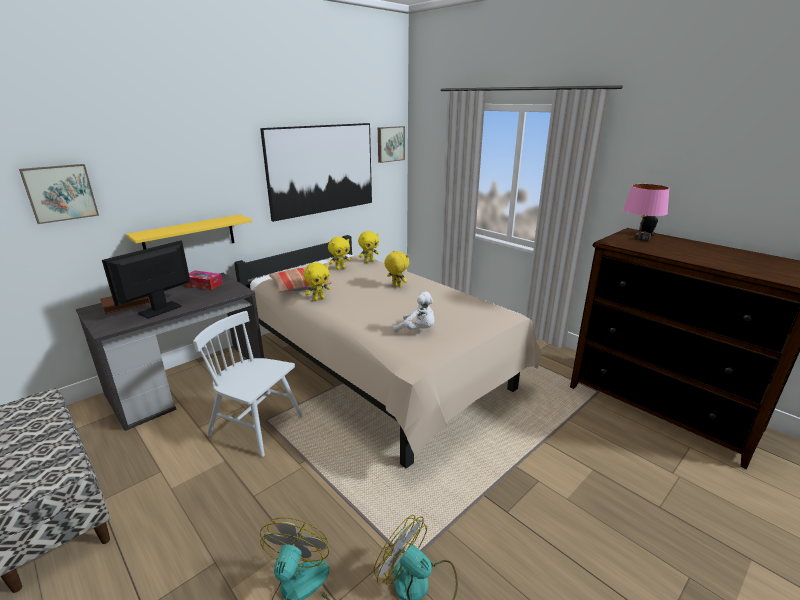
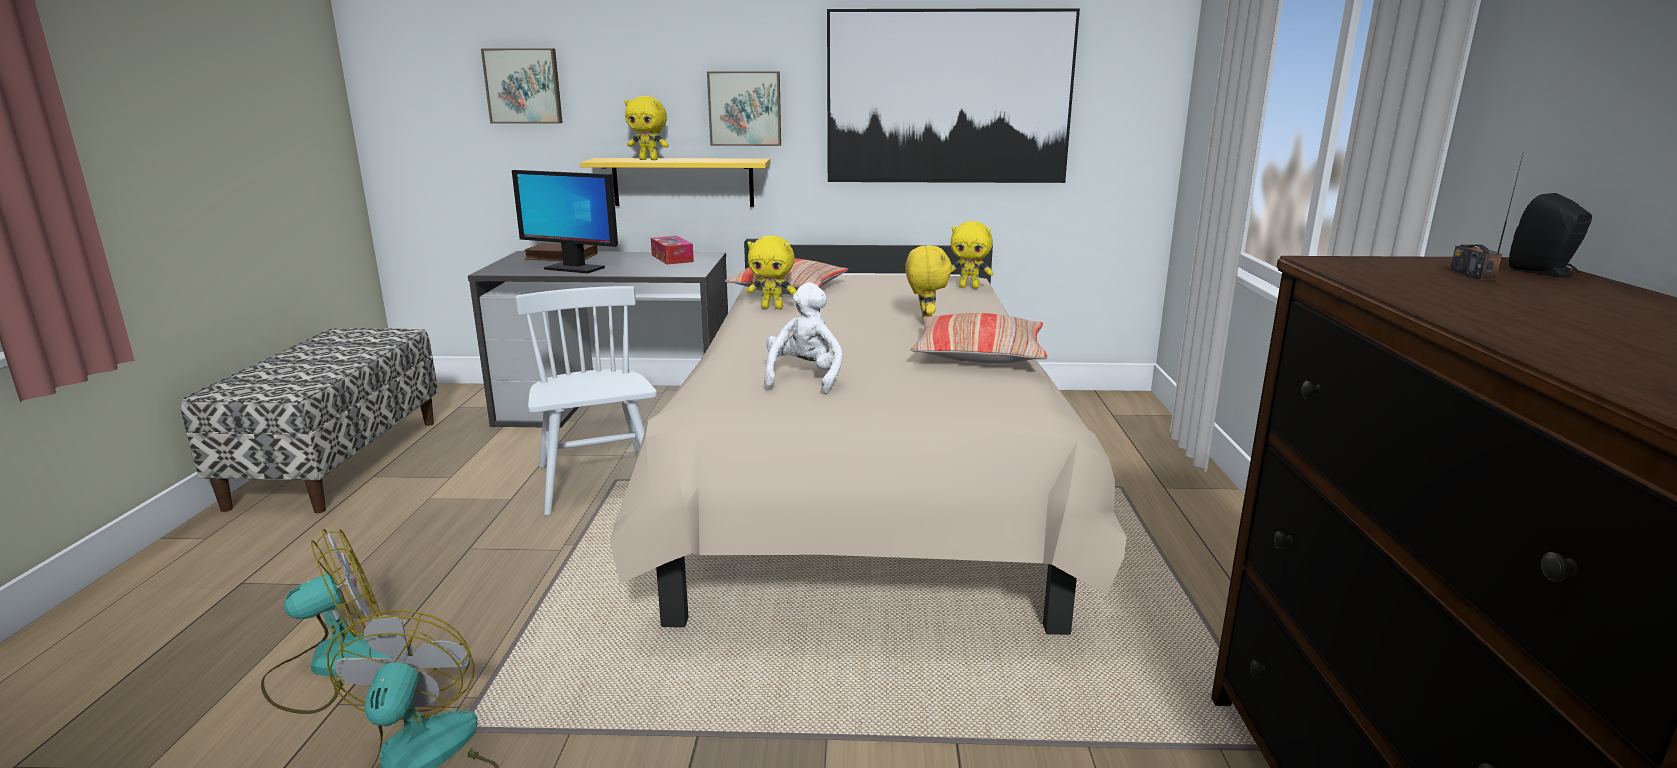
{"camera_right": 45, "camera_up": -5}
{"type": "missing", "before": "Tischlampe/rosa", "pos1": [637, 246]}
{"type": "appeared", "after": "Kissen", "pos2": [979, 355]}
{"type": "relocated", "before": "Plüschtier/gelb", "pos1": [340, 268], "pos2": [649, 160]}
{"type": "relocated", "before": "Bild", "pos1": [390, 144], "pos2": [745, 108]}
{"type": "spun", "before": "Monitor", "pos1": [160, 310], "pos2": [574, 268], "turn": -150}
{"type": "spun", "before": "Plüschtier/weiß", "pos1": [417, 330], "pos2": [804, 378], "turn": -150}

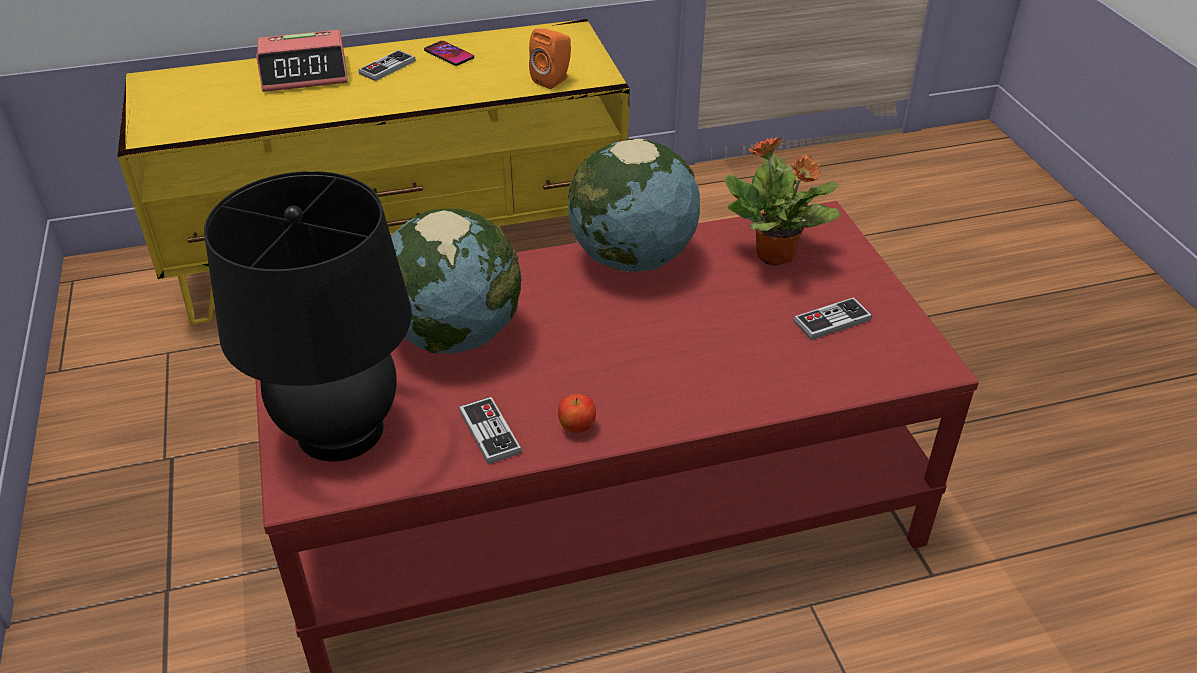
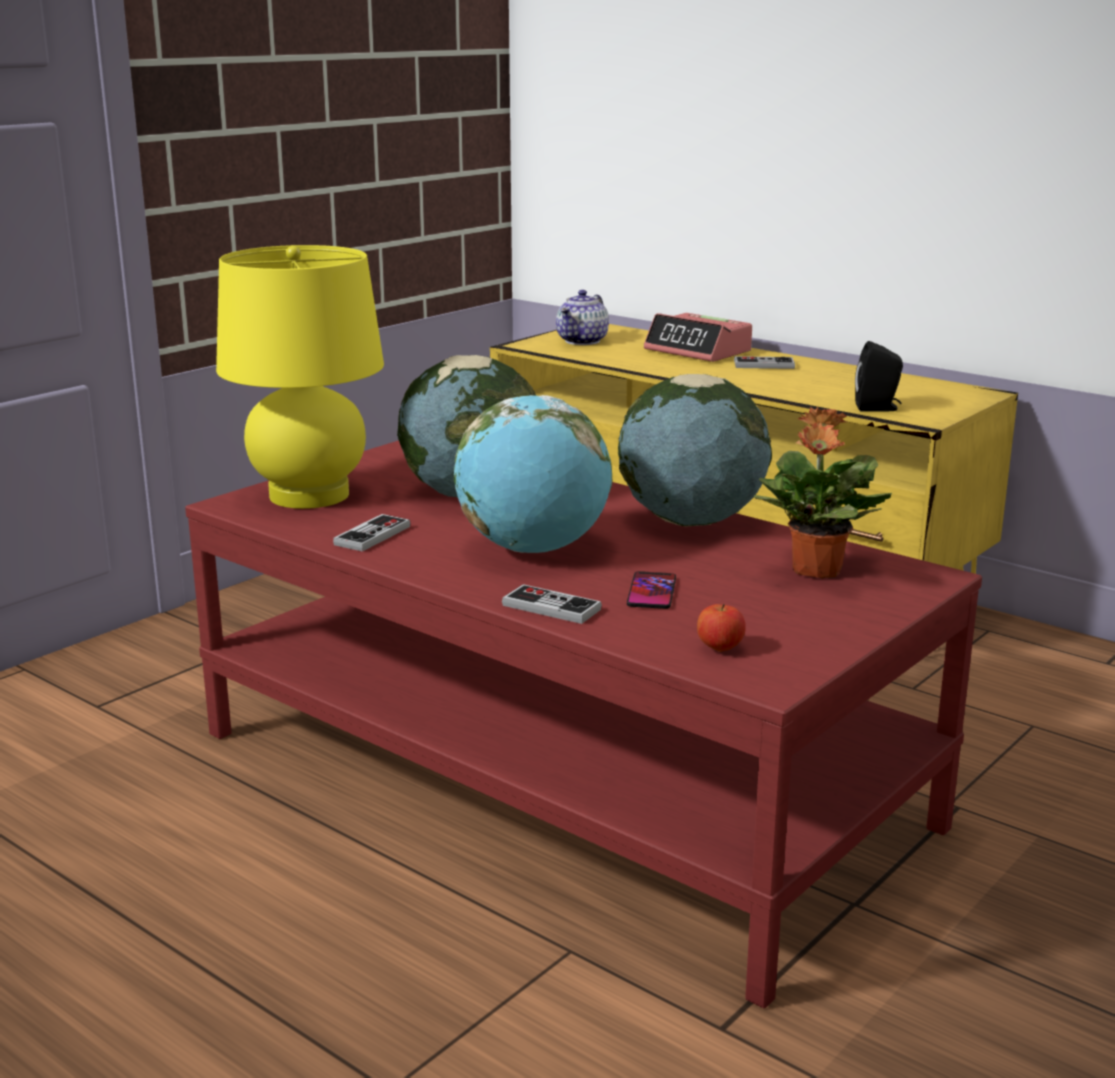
{"camera_right": 55, "camera_up": -20}
{"type": "appeared", "after": "Globus", "pos2": [534, 549]}
{"type": "appeared", "after": "Teekanne", "pos2": [583, 341]}
{"type": "relocated", "before": "Handy", "pos1": [449, 54], "pos2": [651, 592]}
{"type": "relocated", "before": "Apfel", "pos1": [576, 427], "pos2": [720, 648]}
{"type": "relocated", "before": "Gamepad", "pos1": [832, 321], "pos2": [551, 607]}
{"type": "colour", "before": "Tischlampe/schwarz", "after": "Tischlampe/gelb", "pos1": [340, 430], "pos2": [309, 495]}
{"type": "colour", "before": "Lautsprecher/orange", "after": "Lautsprecher/schwarz", "pos1": [553, 80], "pos2": [878, 408]}

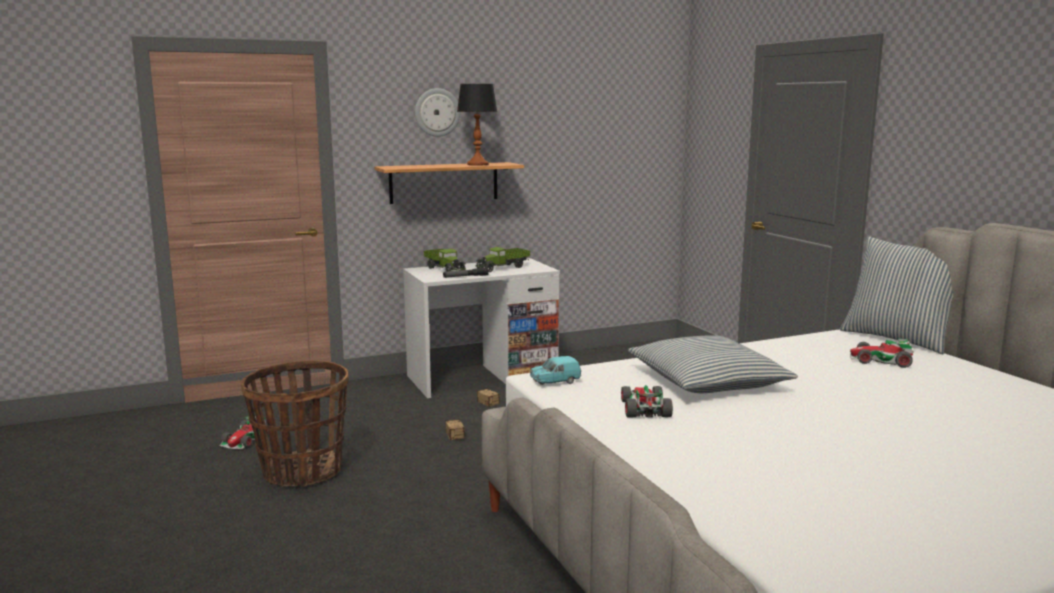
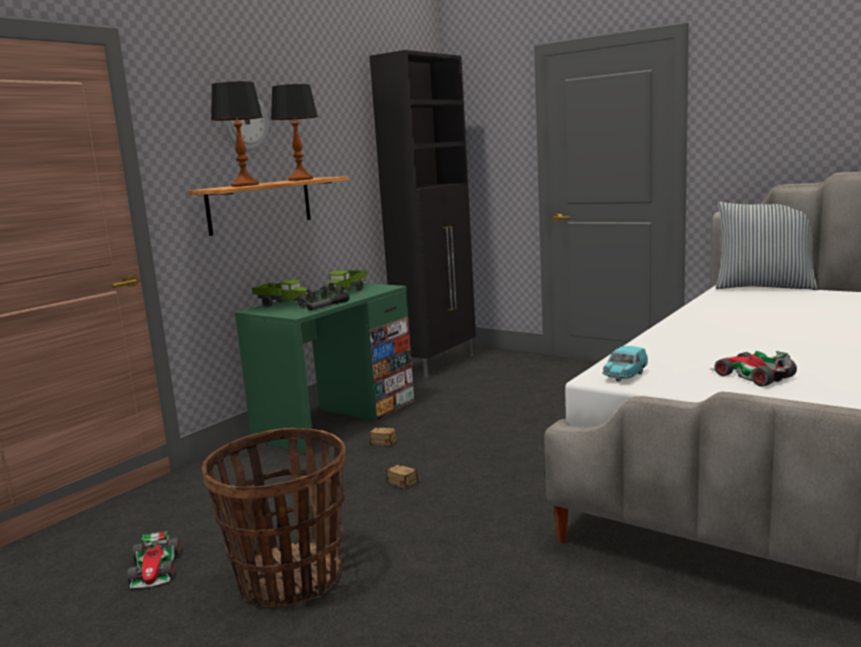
{"camera_right": -30, "camera_up": 0}
{"type": "missing", "before": "Kissen", "pos1": [707, 381]}
{"type": "missing", "before": "Spielzeugauto", "pos1": [880, 360]}
{"type": "appeared", "after": "Tischlampe", "pos2": [245, 185]}
{"type": "appeared", "after": "Schrank/schwarz", "pos2": [438, 364]}
{"type": "colour", "before": "Schreibtisch/weiß", "after": "Schreibtisch/grün", "pos1": [482, 377], "pos2": [336, 420]}

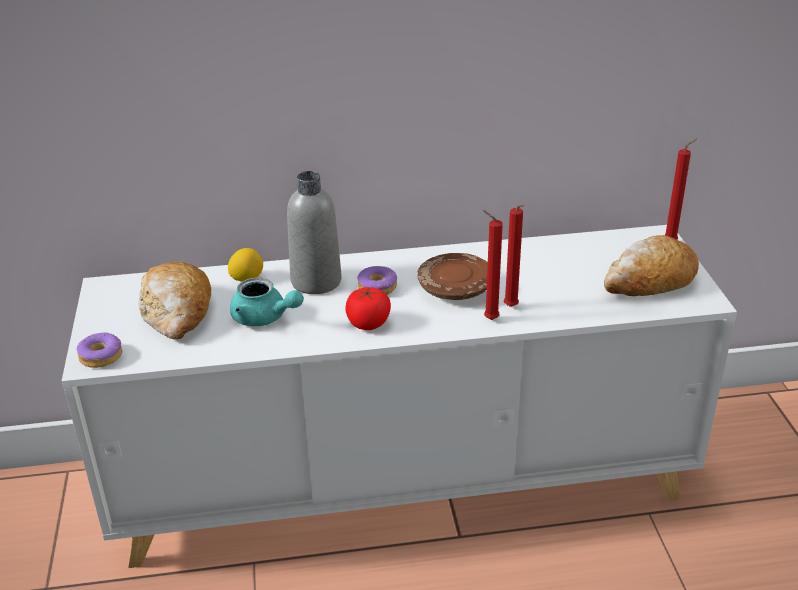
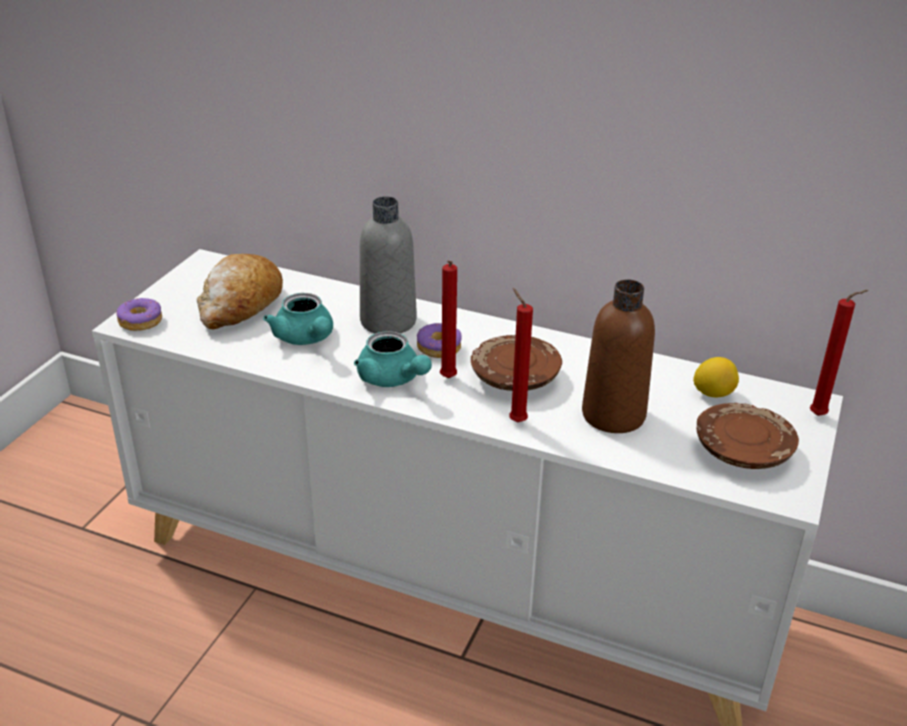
{"camera_right": 30, "camera_up": 0}
{"type": "appeared", "after": "Flasche/braun", "pos2": [613, 415]}
{"type": "relocated", "before": "Zitrone", "pos1": [247, 278], "pos2": [713, 393]}
{"type": "relocated", "before": "Kerze/rot", "pos1": [512, 308], "pos2": [447, 380]}
{"type": "exchanged", "before": "Tomate", "after": "Teekanne/türkis", "pos1": [368, 323], "pos2": [392, 379]}
{"type": "exchanged", "before": "Brot", "after": "Teller/braun", "pos1": [649, 282], "pos2": [742, 450]}

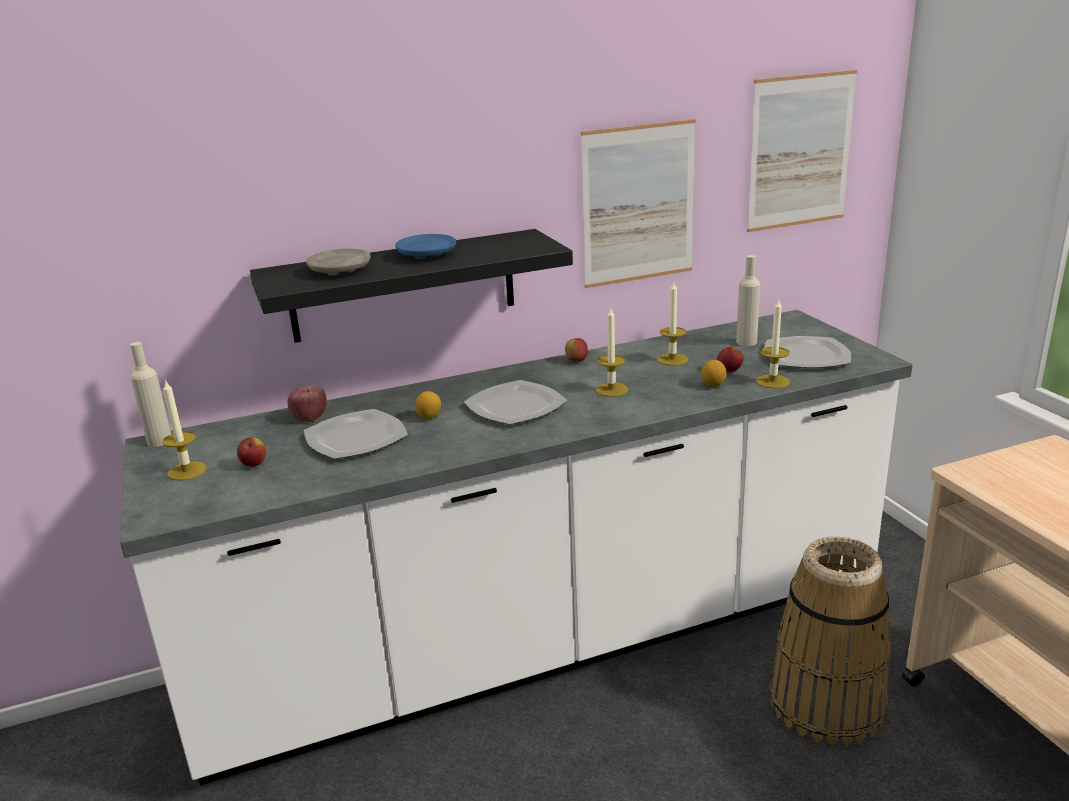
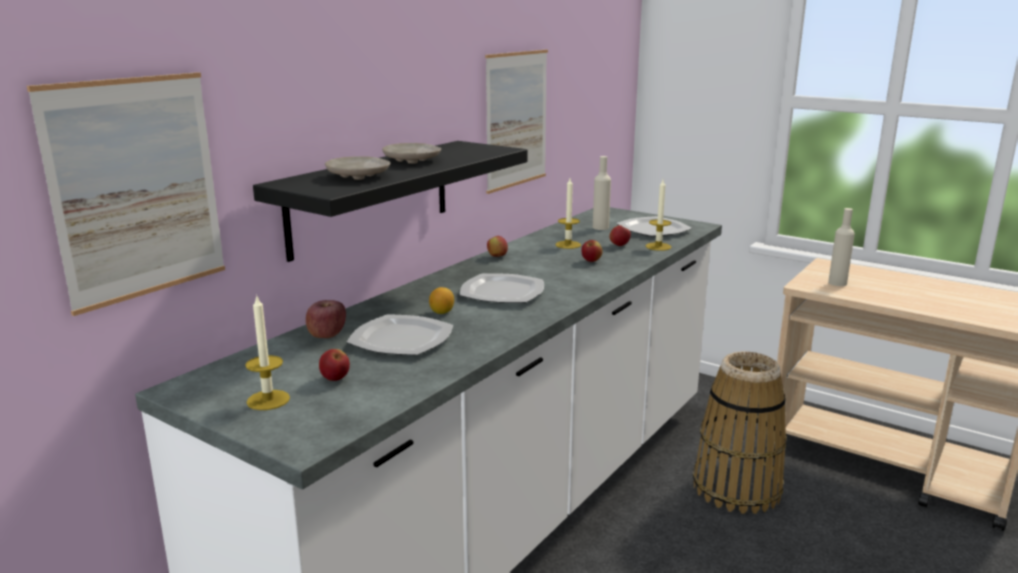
{"camera_right": -35, "camera_up": -5}
{"type": "missing", "before": "Kerze", "pos1": [611, 389]}
{"type": "missing", "before": "Zitrone", "pos1": [713, 385]}
{"type": "appeared", "after": "Apfel", "pos2": [591, 261]}
{"type": "relocated", "before": "Flasche/beige", "pos1": [159, 441], "pos2": [837, 283]}
{"type": "relocated", "before": "Bild", "pos1": [800, 151], "pos2": [137, 189]}
{"type": "colour", "before": "Teller/blau", "after": "Teller/beige", "pos1": [427, 255], "pos2": [412, 161]}

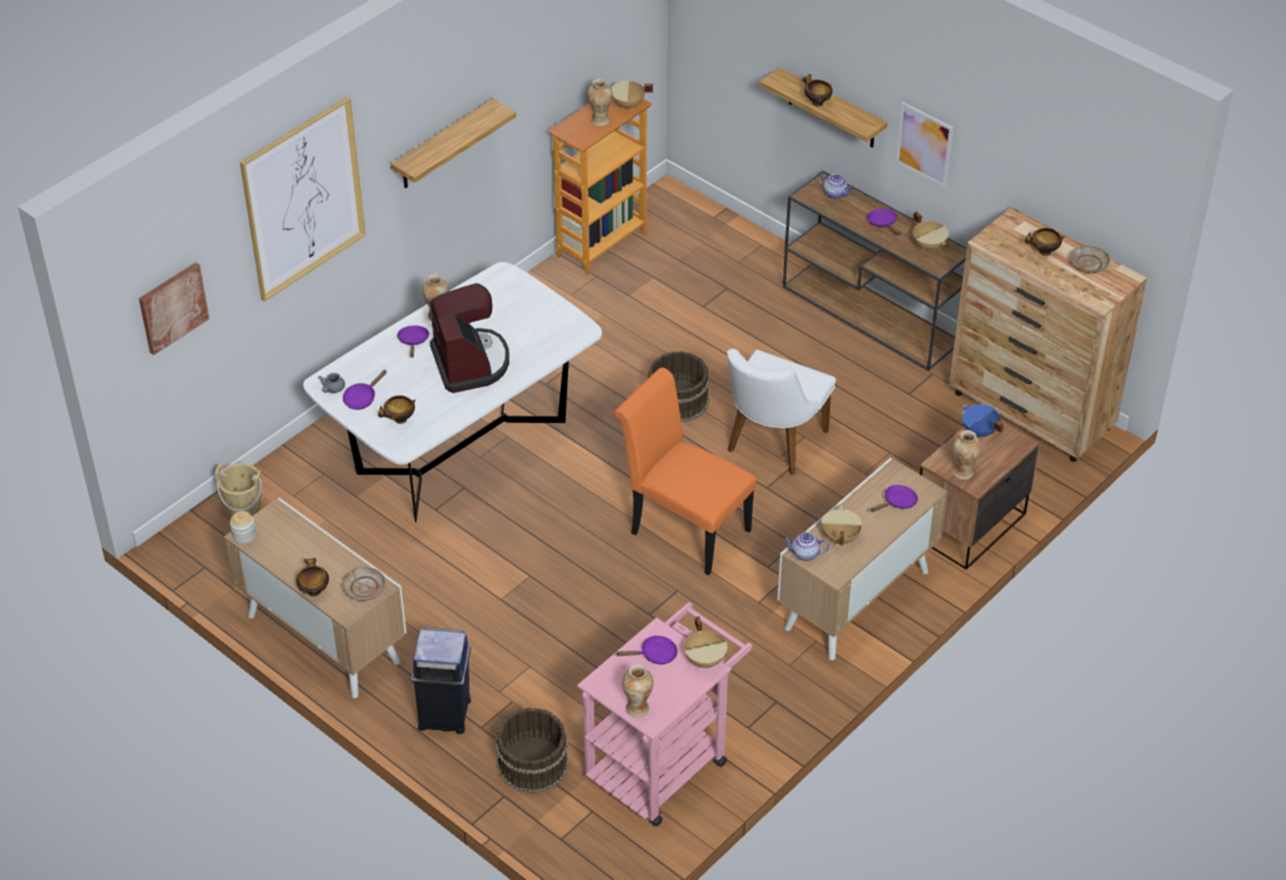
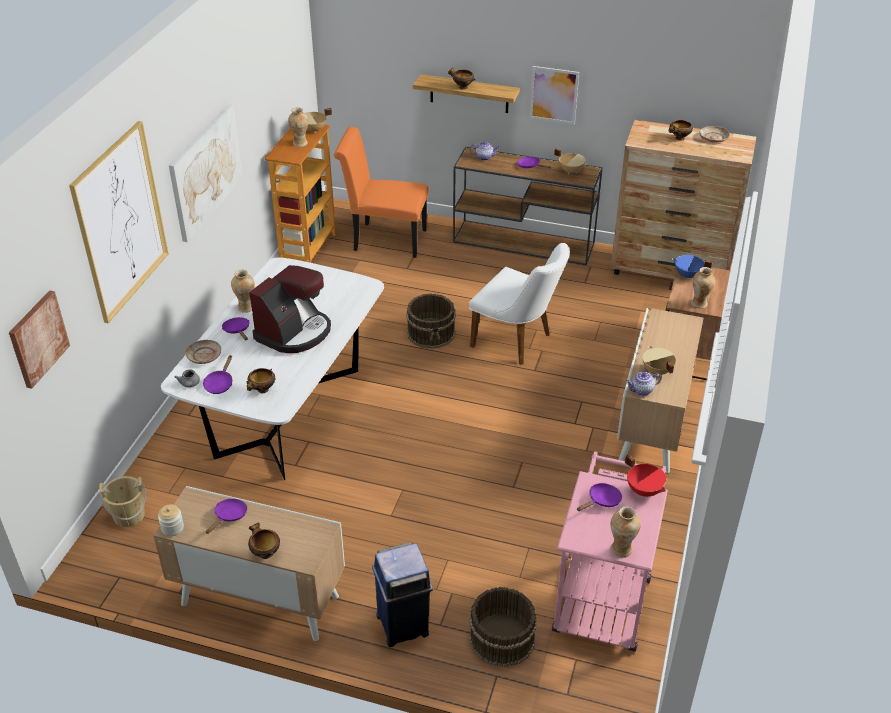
{"camera_right": -25, "camera_up": -5}
{"type": "relocated", "before": "Teller/beige", "pos1": [364, 589], "pos2": [204, 356]}
{"type": "relocated", "before": "Stuhl/orange", "pos1": [683, 528], "pos2": [384, 240]}
{"type": "relocated", "before": "Pfanne/lila", "pos1": [897, 503], "pos2": [229, 516]}
{"type": "exchanged", "before": "Wandregal", "after": "Bild", "pos1": [443, 146], "pos2": [205, 171]}
{"type": "colour", "before": "Kochtopf/beige", "after": "Kochtopf/rot", "pos1": [705, 659], "pos2": [644, 490]}
{"type": "spun", "before": "Kaffeemaschine", "pos1": [470, 363], "pos2": [294, 332], "turn": 75}
{"type": "spun", "before": "Stuhl/weiß", "pos1": [771, 446], "pos2": [517, 342], "turn": -60}

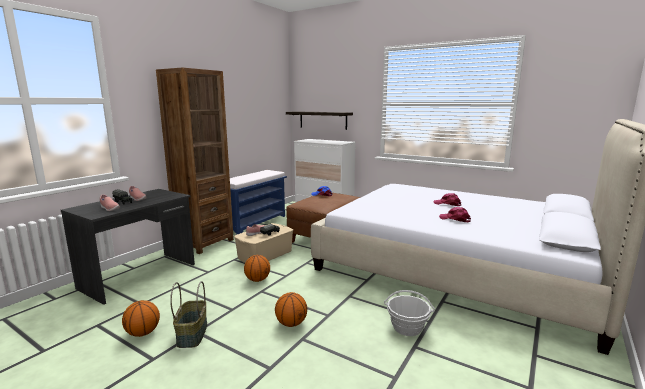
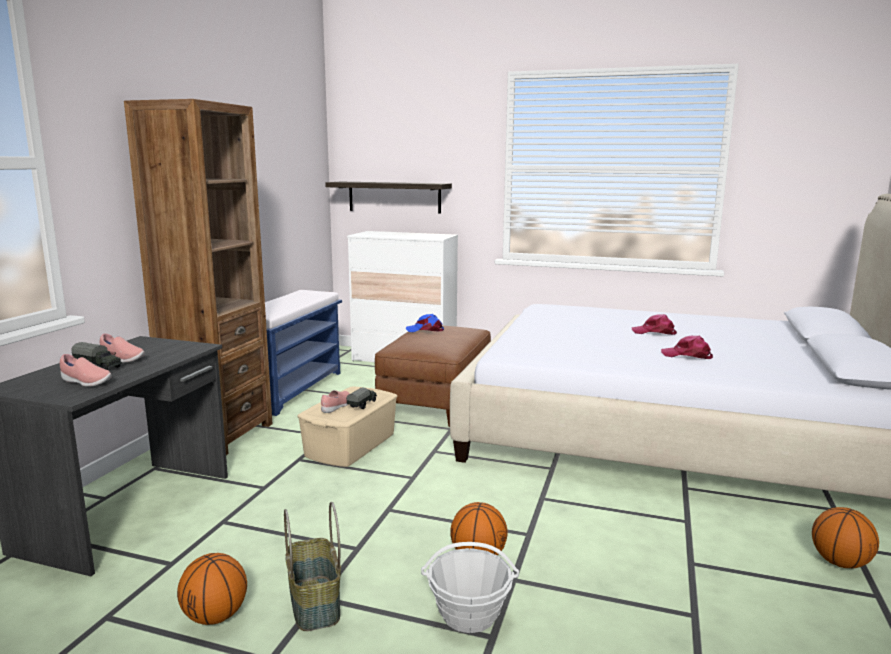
{"camera_right": -15, "camera_up": 0}
{"type": "relocated", "before": "Basketball", "pos1": [257, 280], "pos2": [840, 562]}
{"type": "relocated", "before": "Korb", "pos1": [407, 327], "pos2": [469, 614]}

